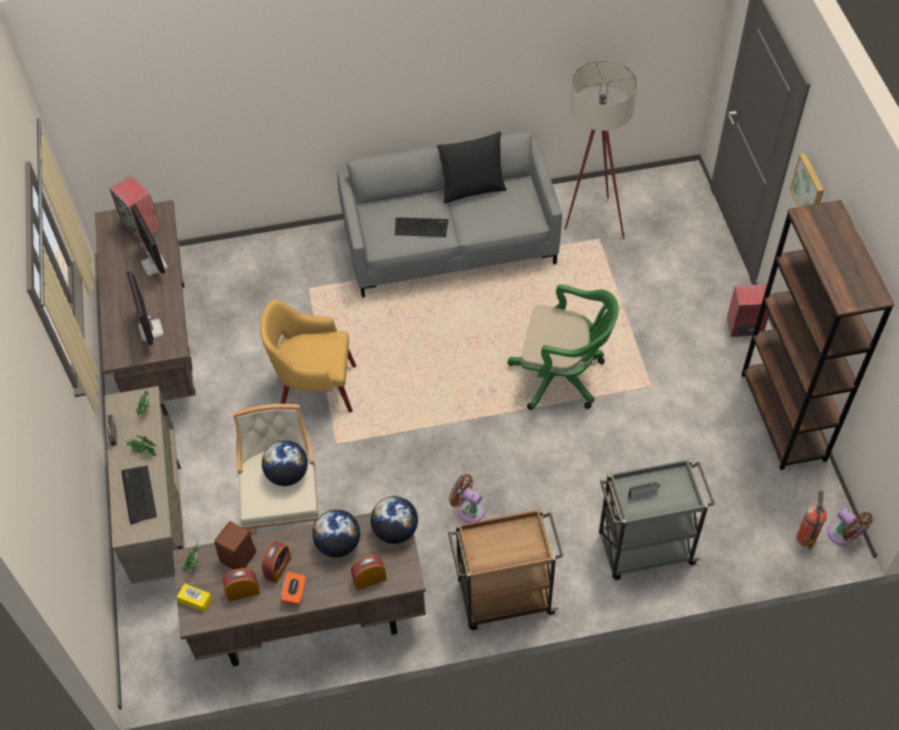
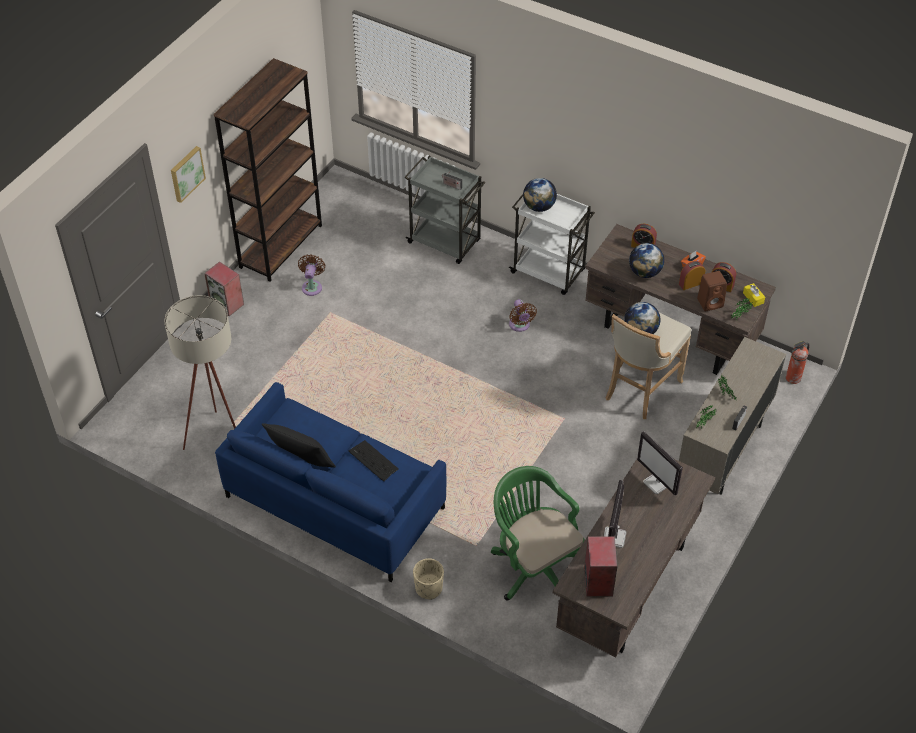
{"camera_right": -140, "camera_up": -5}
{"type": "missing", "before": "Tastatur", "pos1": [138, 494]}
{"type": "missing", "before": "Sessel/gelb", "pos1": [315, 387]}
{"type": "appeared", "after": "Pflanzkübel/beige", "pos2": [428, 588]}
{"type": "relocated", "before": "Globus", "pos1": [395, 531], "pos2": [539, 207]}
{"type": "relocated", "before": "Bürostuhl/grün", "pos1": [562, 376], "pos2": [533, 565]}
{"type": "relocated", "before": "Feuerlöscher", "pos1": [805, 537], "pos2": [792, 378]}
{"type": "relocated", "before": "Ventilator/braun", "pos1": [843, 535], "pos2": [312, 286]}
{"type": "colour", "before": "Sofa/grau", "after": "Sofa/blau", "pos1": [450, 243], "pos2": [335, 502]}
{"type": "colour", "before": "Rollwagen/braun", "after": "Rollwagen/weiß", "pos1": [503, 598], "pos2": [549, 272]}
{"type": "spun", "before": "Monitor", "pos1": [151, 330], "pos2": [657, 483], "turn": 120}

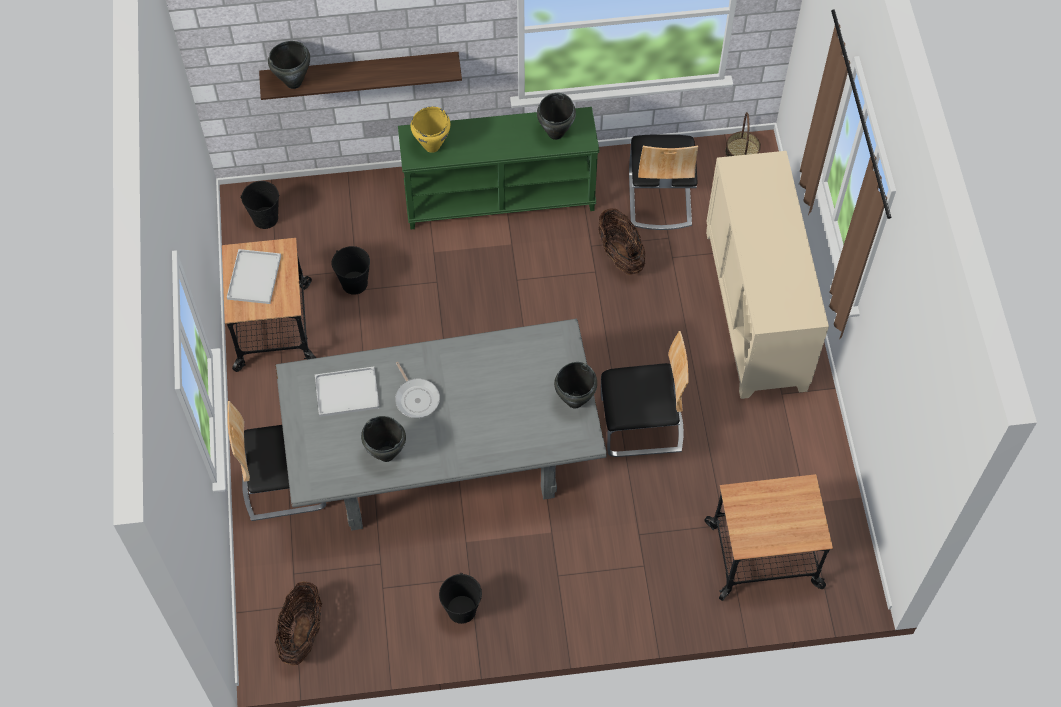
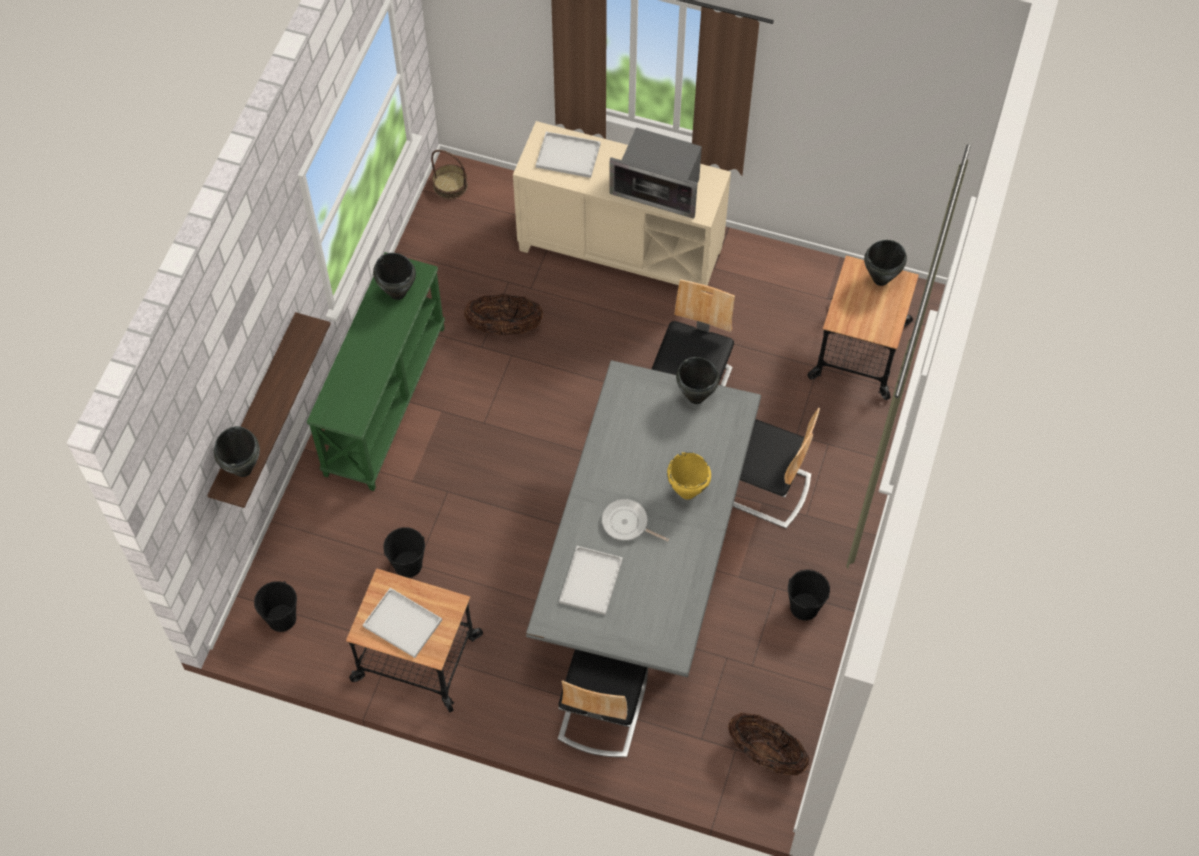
{"camera_right": -65, "camera_up": 0}
{"type": "appeared", "after": "Tablett/weiß", "pos2": [566, 156]}
{"type": "appeared", "after": "Mikrowelle", "pos2": [659, 188]}
{"type": "relocated", "before": "Kochtopf/schwarz", "pos1": [386, 454], "pos2": [881, 279]}
{"type": "relocated", "before": "Kochtopf/gelb", "pos1": [431, 146], "pos2": [687, 492]}
{"type": "relocated", "before": "Stuhl", "pos1": [659, 198], "pos2": [764, 488]}
{"type": "spun", "before": "Pfanne", "pos1": [416, 398], "pos2": [627, 523], "turn": -150}

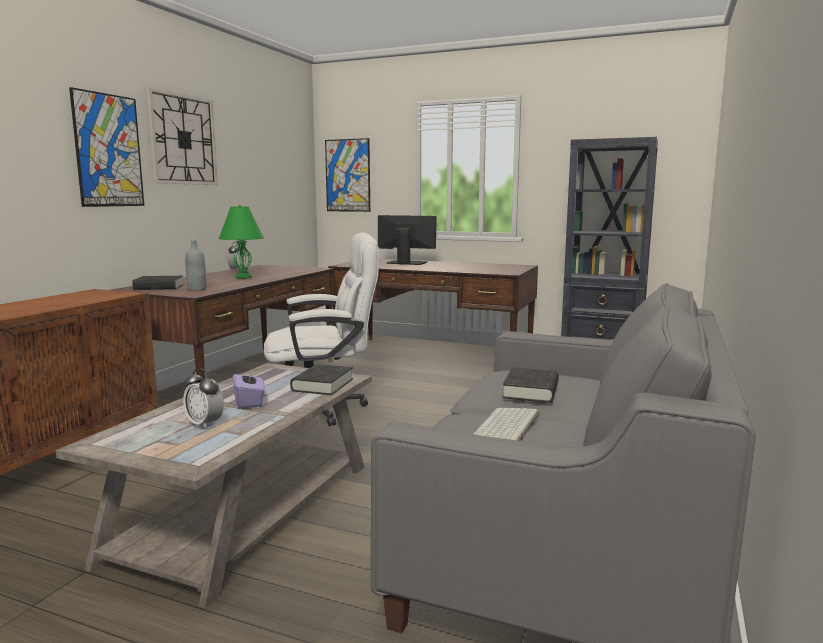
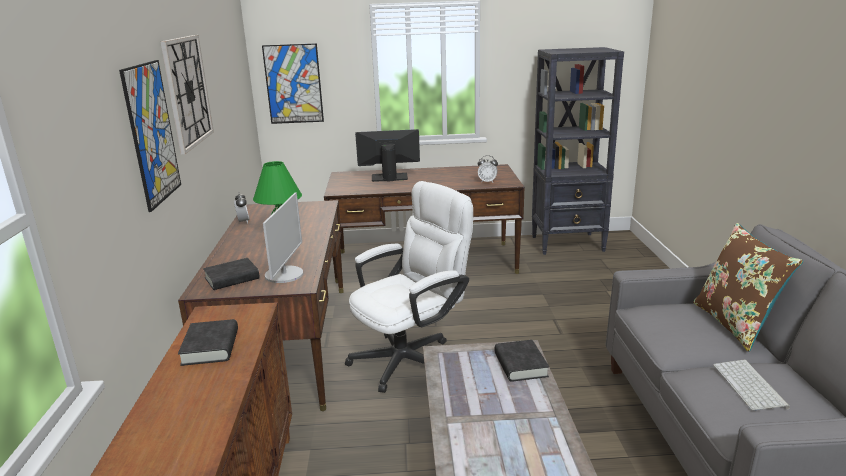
{"camera_right": -25, "camera_up": 10}
{"type": "missing", "before": "Taschentuchbox/lila", "pos1": [249, 402]}
{"type": "appeared", "after": "Kissen/braun", "pos2": [735, 324]}
{"type": "relocated", "before": "Wecker", "pos1": [204, 424], "pos2": [487, 182]}
{"type": "relocated", "before": "Buch/schwarz", "pos1": [531, 391], "pos2": [210, 347]}
{"type": "exchanged", "before": "Flasche/grau", "after": "Monitor", "pos1": [197, 289], "pos2": [285, 275]}

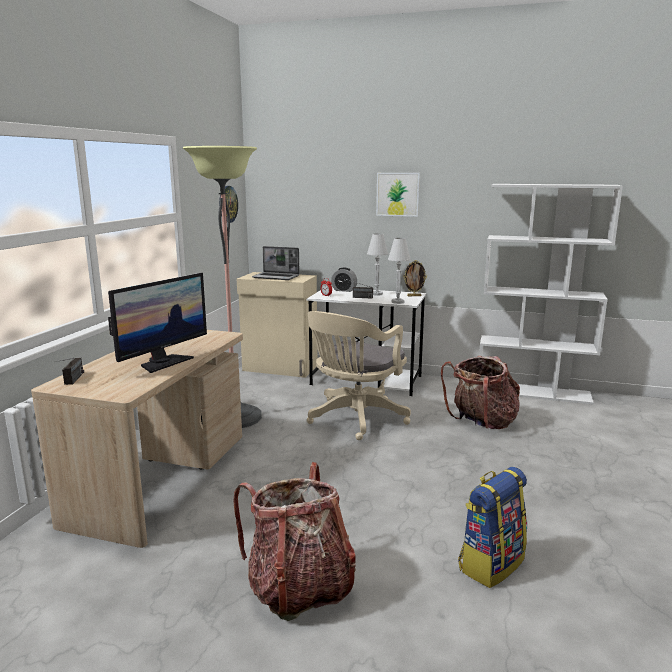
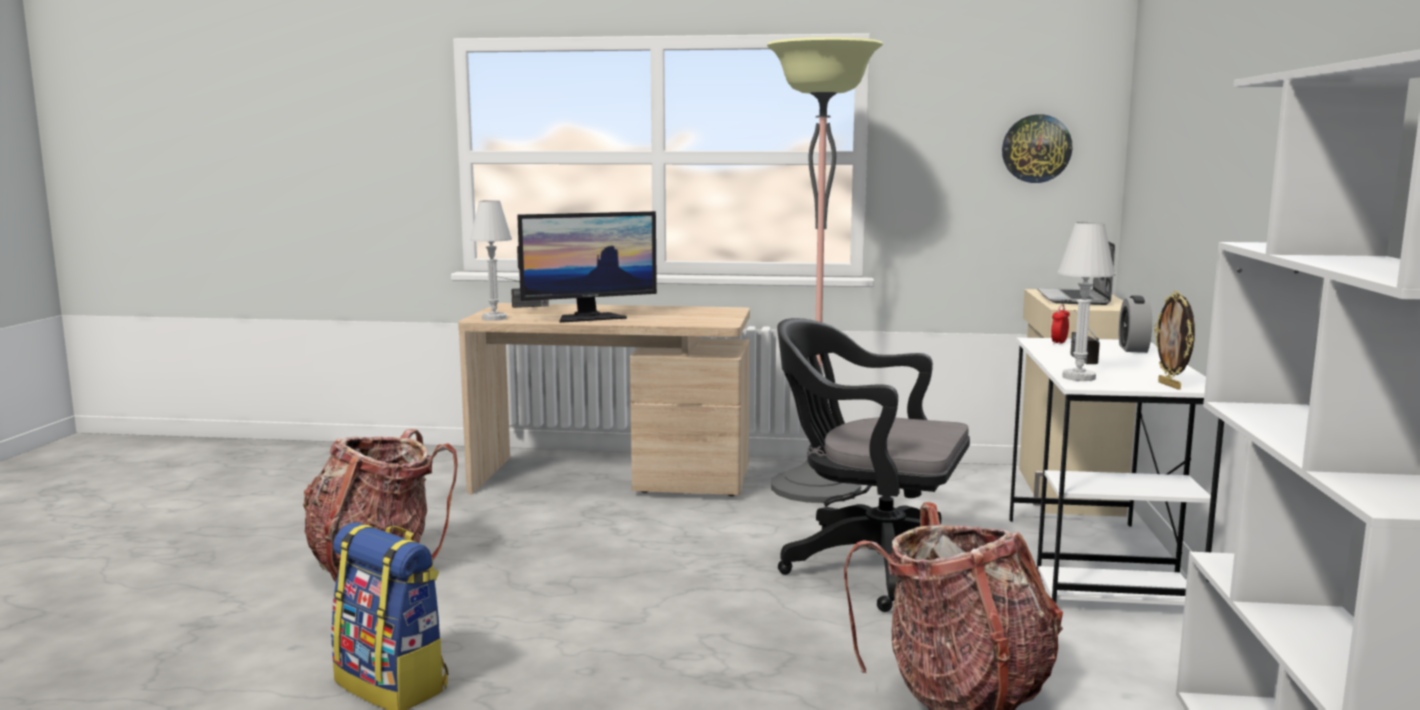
{"camera_right": 80, "camera_up": -5}
{"type": "missing", "before": "Bild", "pos1": [397, 194]}
{"type": "relocated", "before": "Tischlampe/weiß", "pos1": [376, 294], "pos2": [494, 318]}
{"type": "colour", "before": "Bürostuhl/beige", "after": "Bürostuhl/schwarz", "pos1": [355, 419], "pos2": [871, 566]}
{"type": "spun", "before": "Monitor", "pos1": [163, 362], "pos2": [589, 317], "turn": -45}

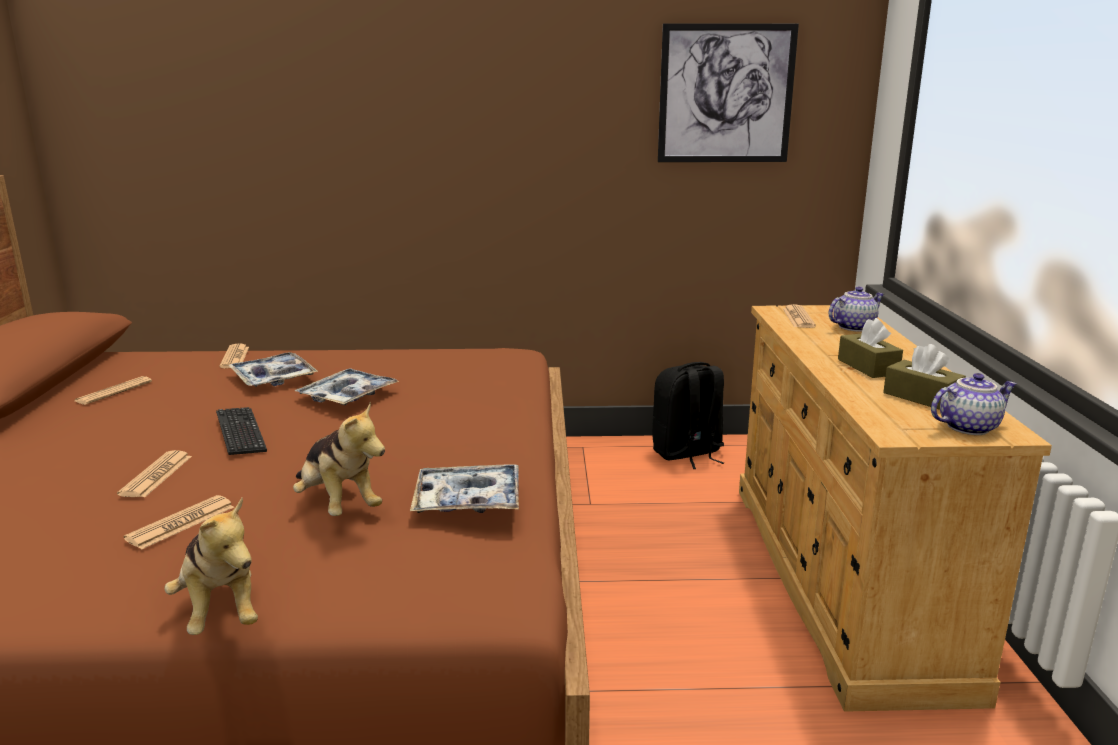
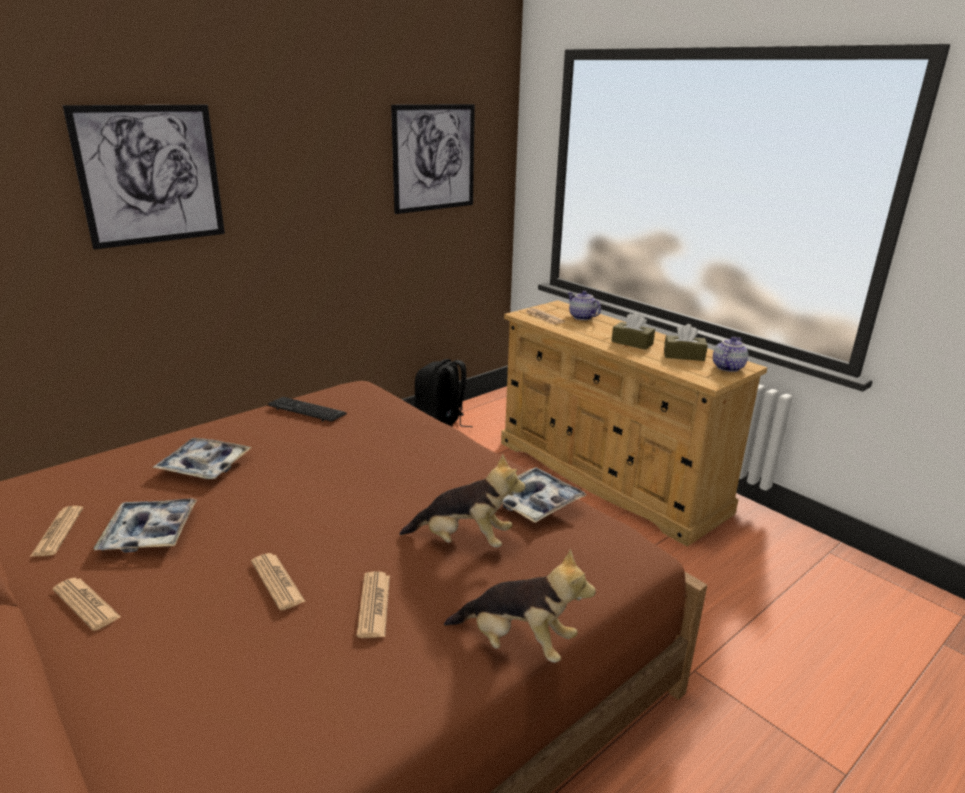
{"camera_right": -40, "camera_up": 5}
{"type": "appeared", "after": "Bild", "pos2": [150, 175]}
{"type": "relocated", "before": "Tastatur", "pos1": [240, 433], "pos2": [307, 411]}
{"type": "relocated", "before": "Zeitung", "pos1": [235, 357], "pos2": [86, 604]}
{"type": "relocated", "before": "Tablett", "pos1": [347, 396], "pos2": [149, 532]}
{"type": "spun", "before": "Teekanne", "pos1": [853, 327], "pos2": [581, 317], "turn": -60}

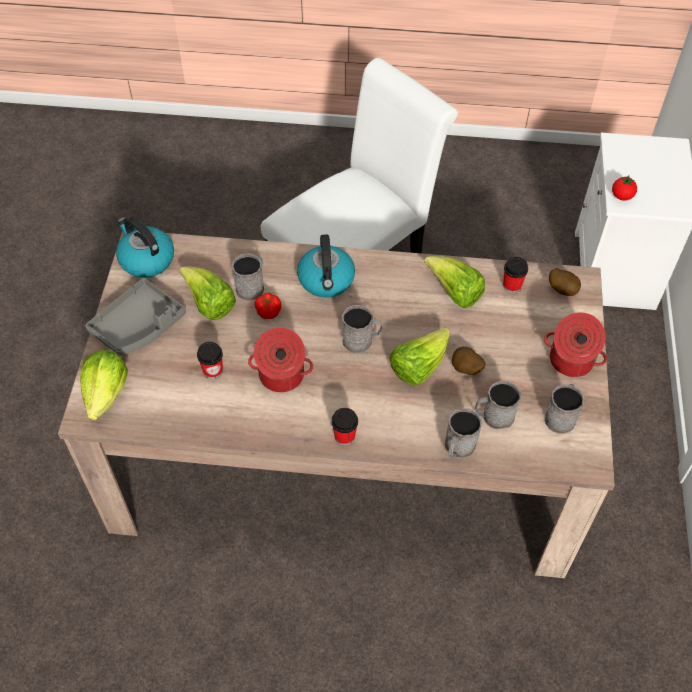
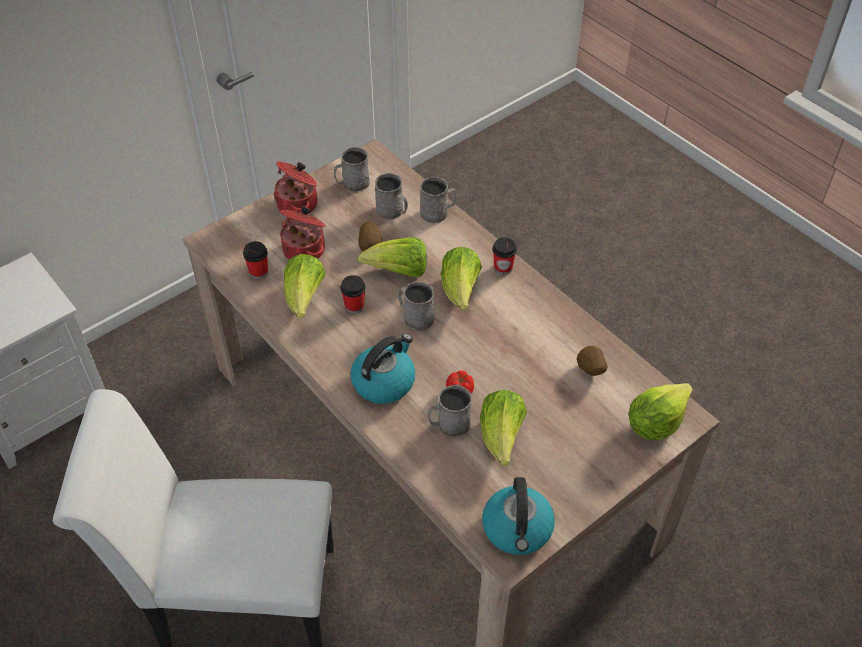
{"camera_right": -135, "camera_up": -5}
{"type": "missing", "before": "Tablett/grau", "pos1": [139, 326]}
{"type": "missing", "before": "Tomate", "pos1": [622, 196]}
{"type": "appeared", "after": "Salatkopf", "pos2": [460, 291]}
{"type": "relocated", "before": "Tasse", "pos1": [213, 371], "pos2": [354, 306]}
{"type": "relocated", "before": "Kochtopf", "pos1": [281, 376], "pos2": [305, 249]}
{"type": "relocated", "before": "Kartoffel", "pos1": [562, 289], "pos2": [589, 370]}

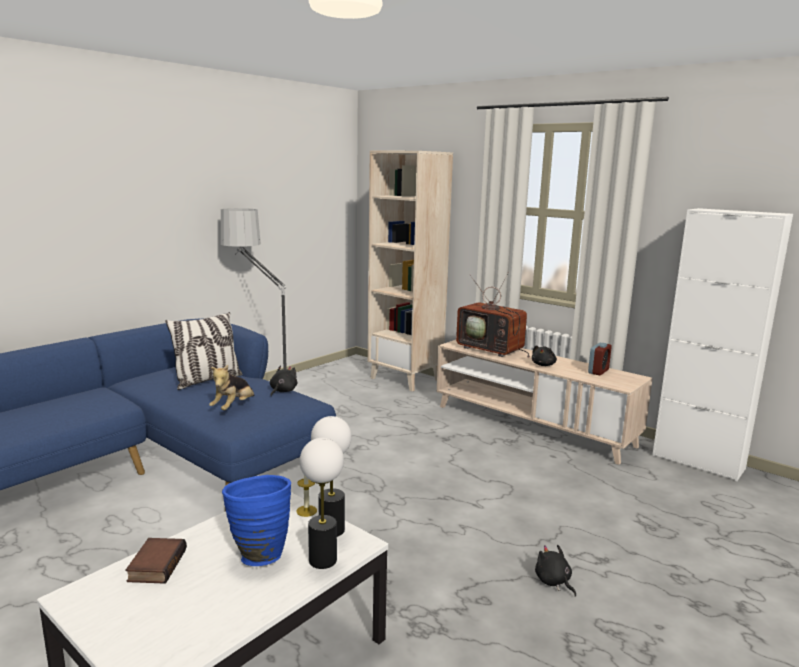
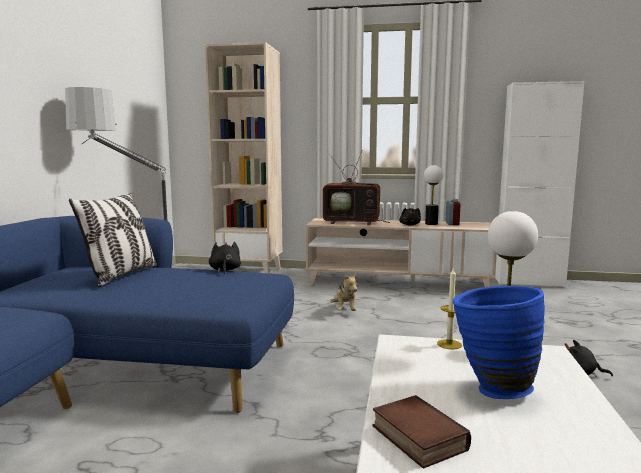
{"camera_right": -30, "camera_up": -5}
{"type": "relocated", "before": "Plüschtier", "pos1": [233, 407], "pos2": [344, 310]}
{"type": "relocated", "before": "Tischlampe", "pos1": [322, 560], "pos2": [431, 224]}

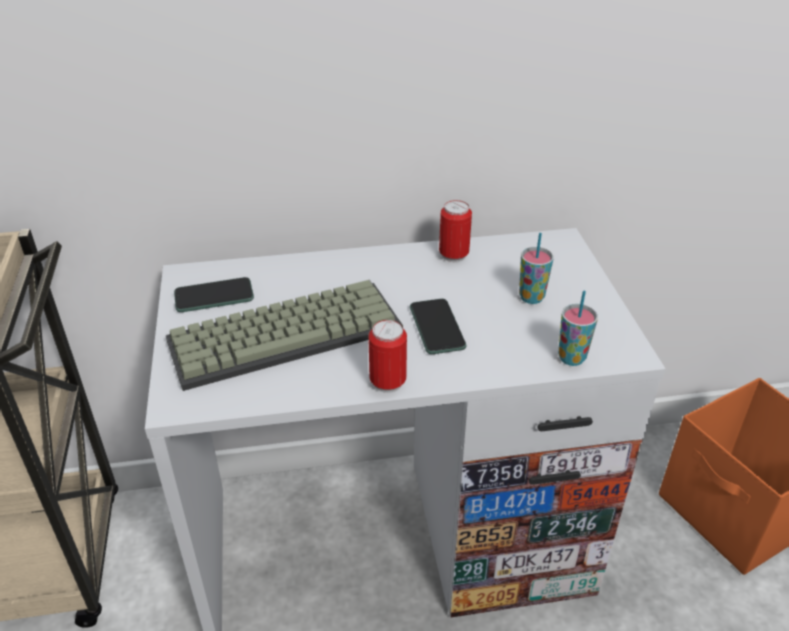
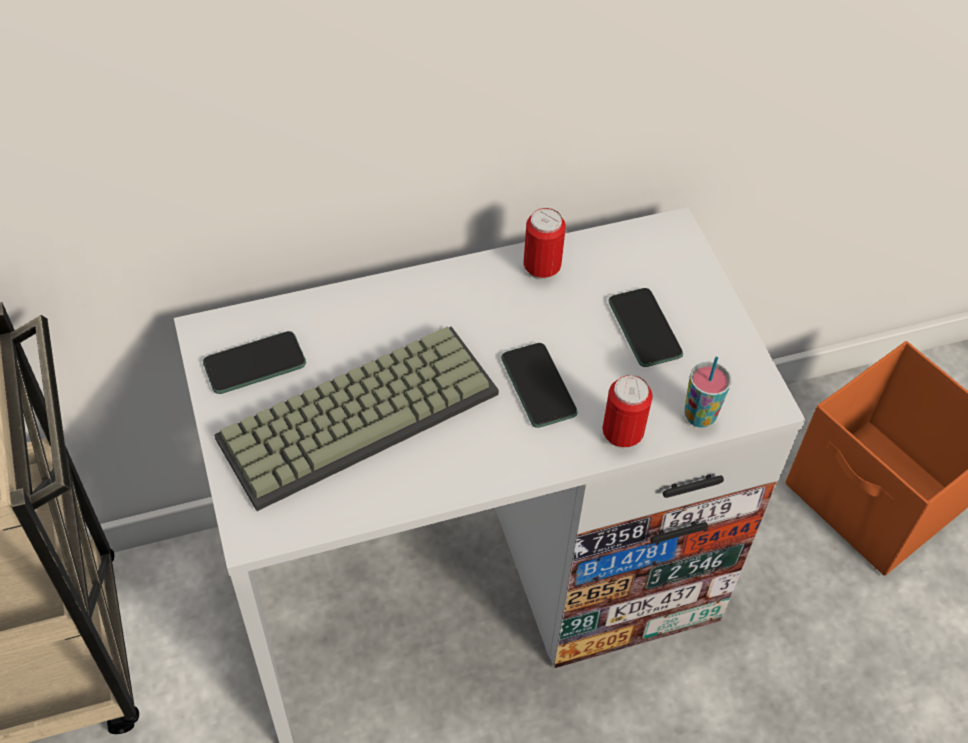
{"camera_right": -10, "camera_up": 15}
{"type": "relocated", "before": "Dose", "pos1": [388, 382], "pos2": [622, 434]}
{"type": "exchanged", "before": "Tasse", "after": "Handy", "pos1": [531, 297], "pos2": [644, 328]}

